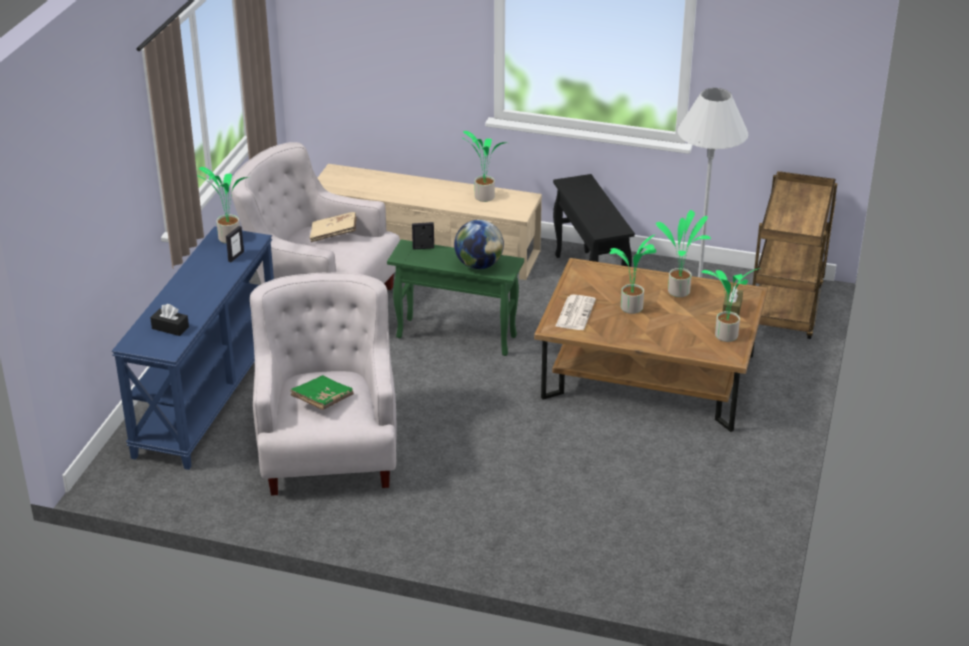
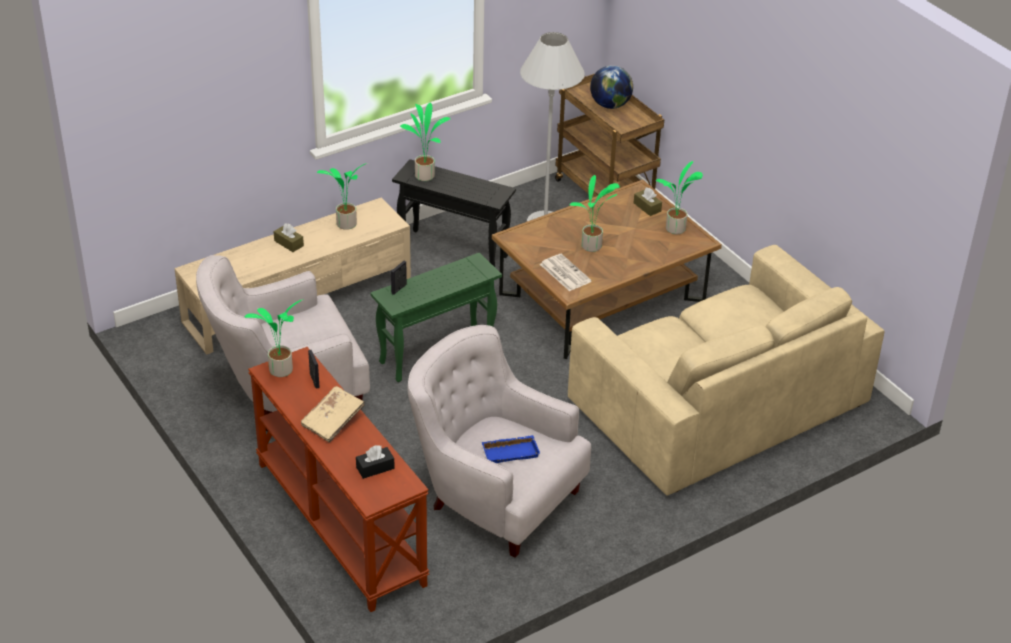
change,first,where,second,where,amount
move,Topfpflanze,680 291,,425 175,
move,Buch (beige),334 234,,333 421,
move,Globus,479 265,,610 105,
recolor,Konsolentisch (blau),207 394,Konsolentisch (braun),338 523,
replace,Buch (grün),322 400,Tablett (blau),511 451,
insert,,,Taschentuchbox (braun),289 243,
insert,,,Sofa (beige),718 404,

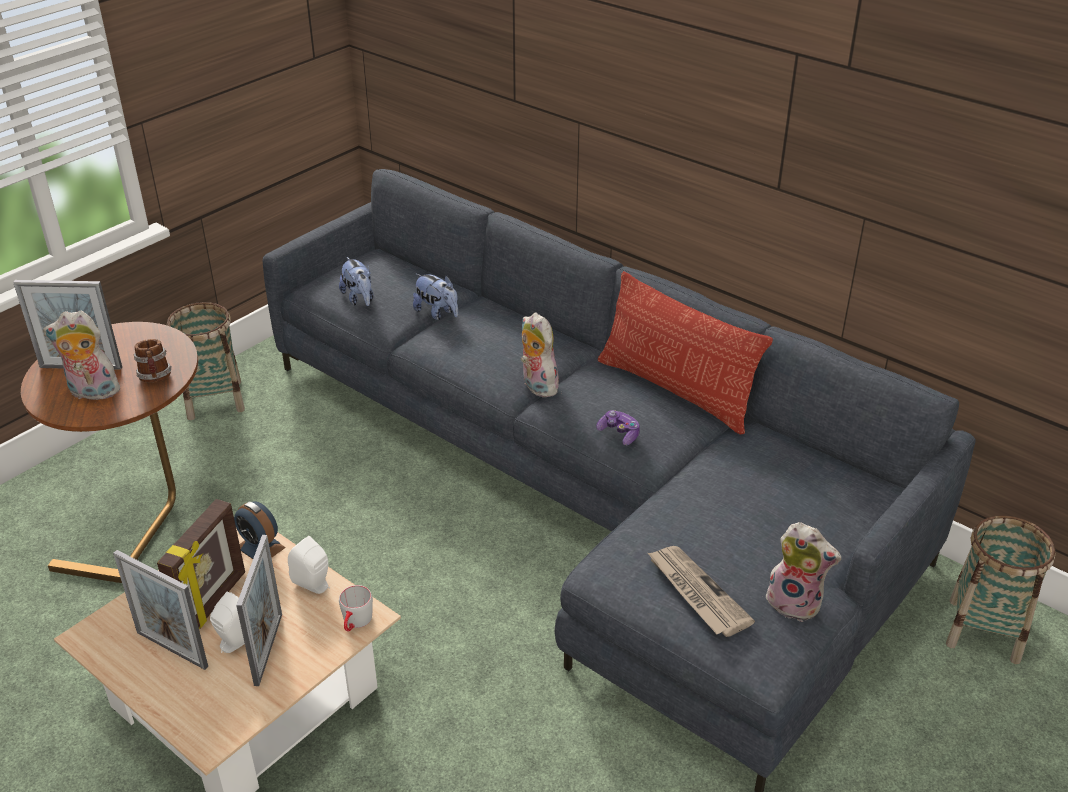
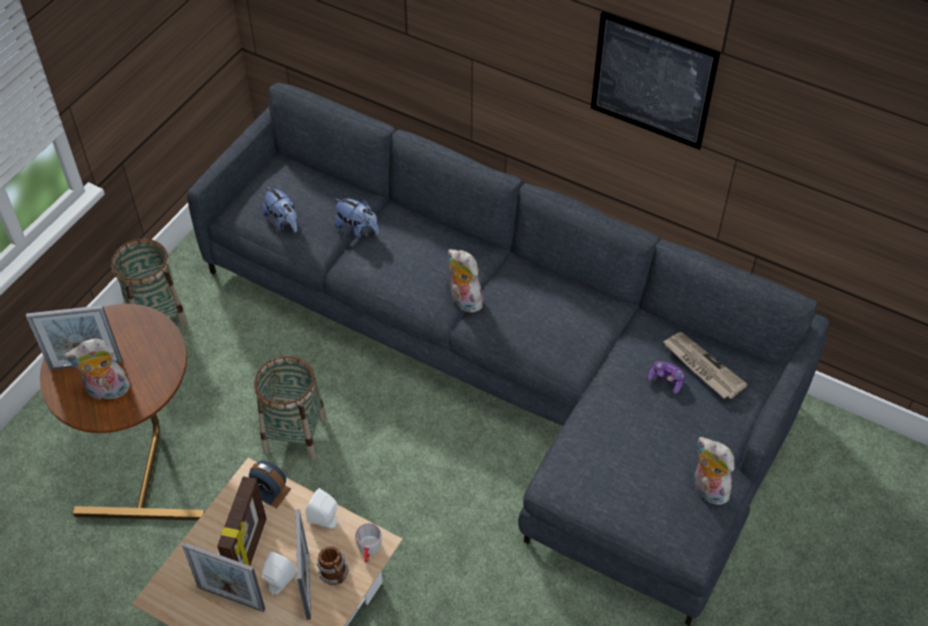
change,first,where,second,where,amount
delete,Kissen,676 390,,,
move,Henkelbecher,156 378,,335 575,
move,Gamepad,619 433,,666 380,
move,Korb,984 630,,295 434,
rotate,Plüschtier,795 603,,707 489,150 degrees counterclockwise
move,Zeitung,696 592,,702 367,
insert,,,Bild,652 81,

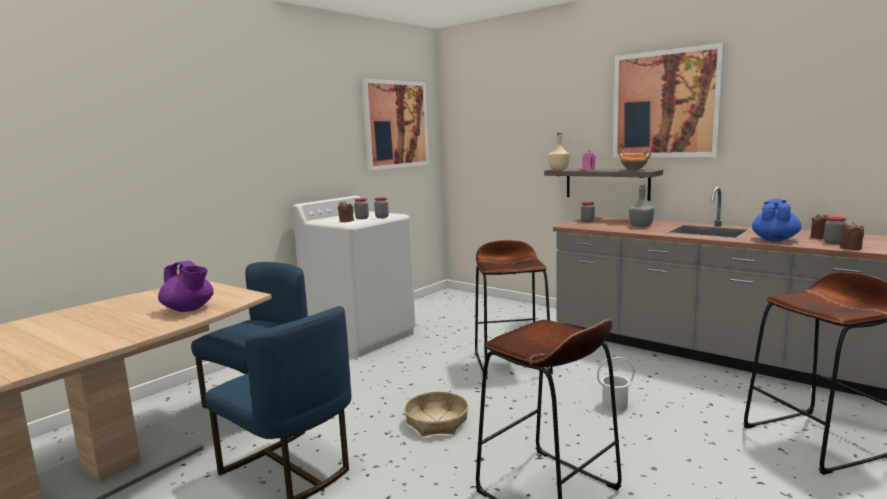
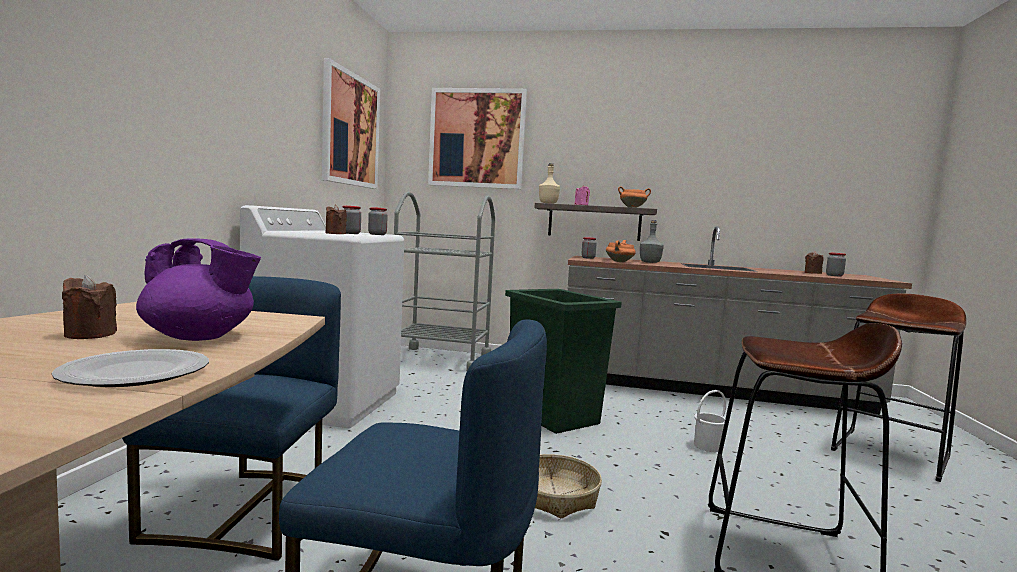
change,first,where,second,where,amount
move,Bild,665 104,,477 138,
delete,Teekanne (blau),774 239,,,
move,Kerze (braun),850 248,,90 334,
replace,Hocker (braun),512 363,Mülleimer (grün),553 415,
insert,,,Rollwagen (grau),440 359,
insert,,,Kochtopf (orange),619 262,
insert,,,Teller,137 373,

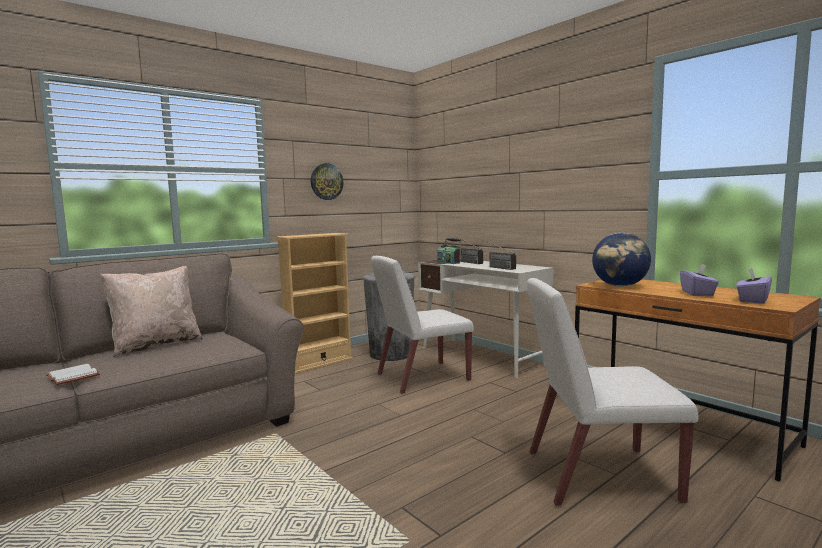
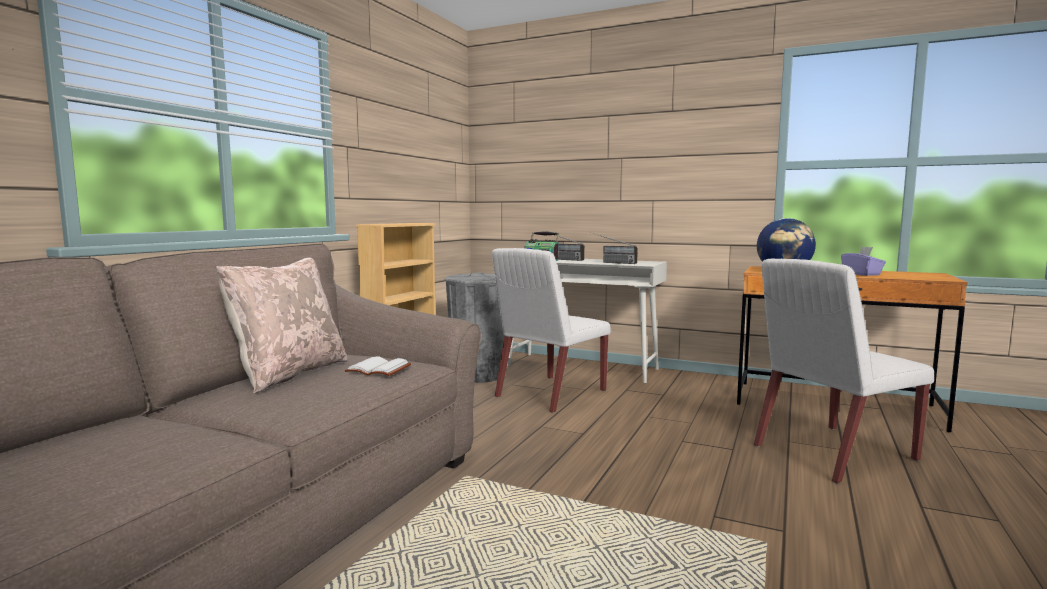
change,first,where,second,where,amount
delete,Wanduhr,326 181,,,
delete,Taschentuchbox (lila),752 300,,,
move,Buch (weiß),74 376,,380 369,

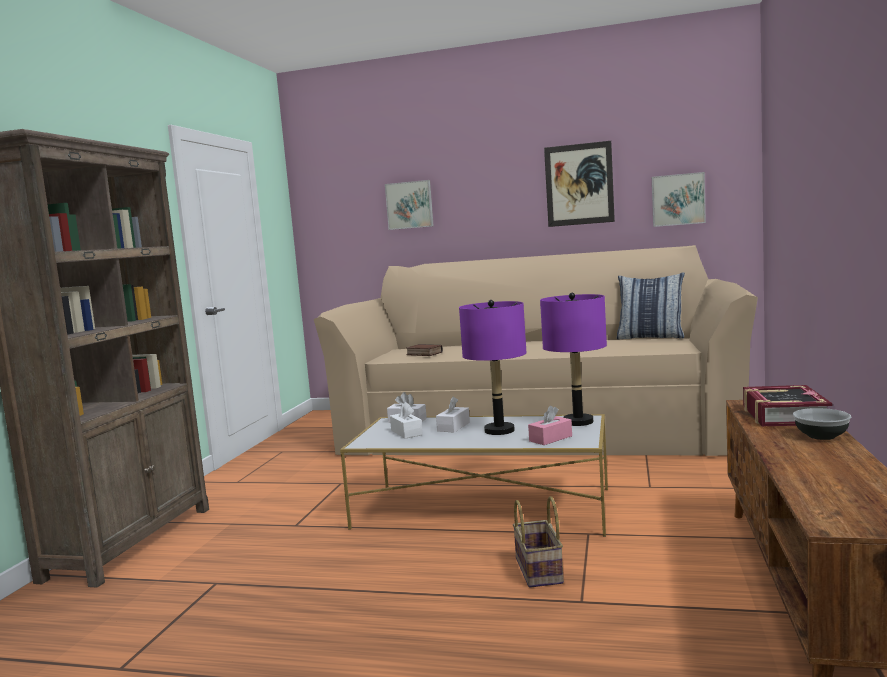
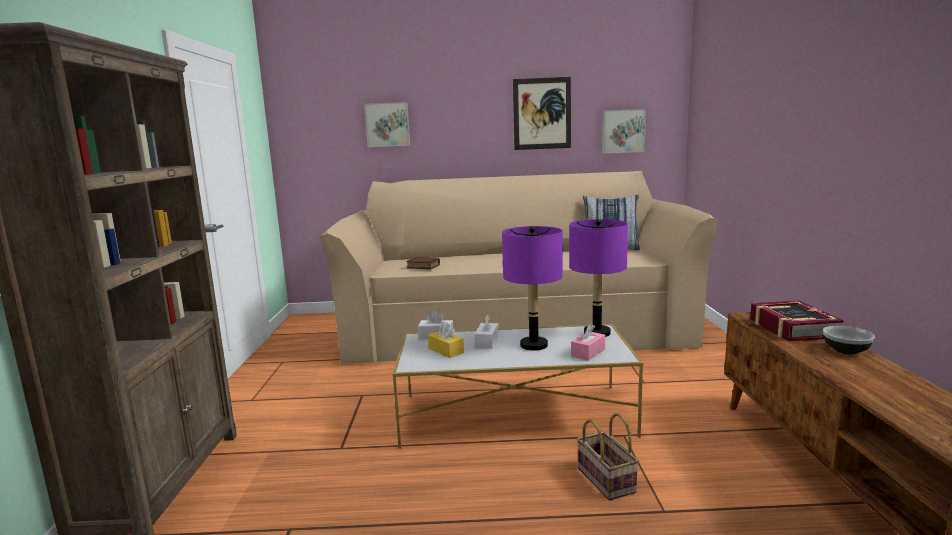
change,first,where,second,where,amount
recolor,Taschentuchbox (weiß),406 432,Taschentuchbox (gelb),446 350,

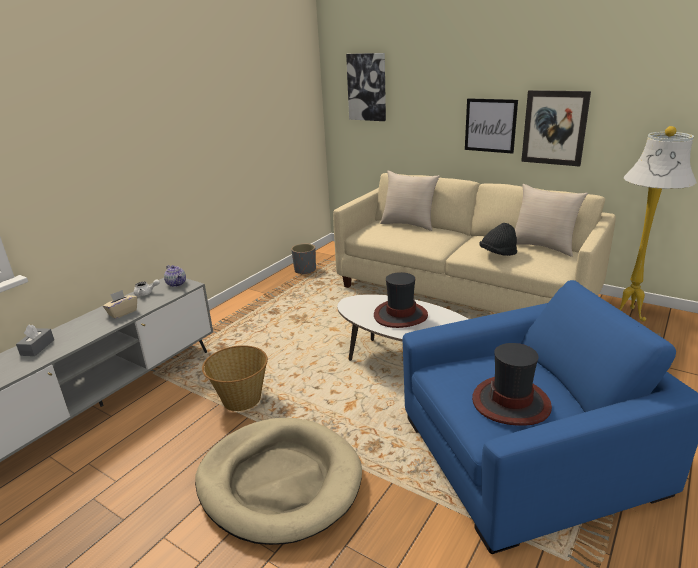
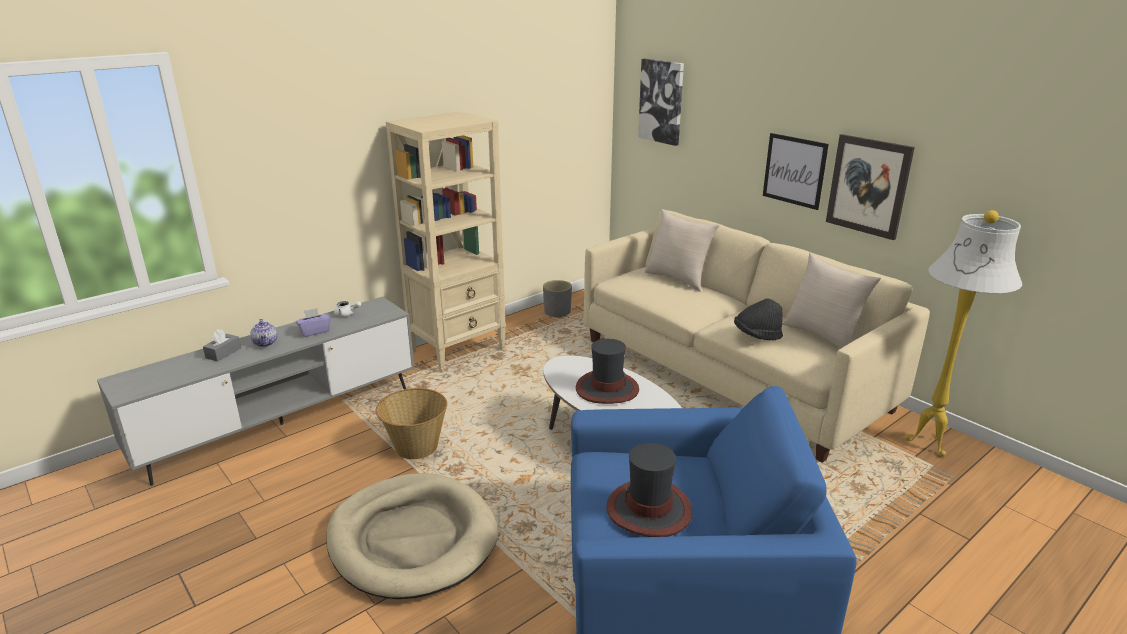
change,first,where,second,where,amount
move,Teekanne,177 284,,266 343,
recolor,Taschentuchbox (beige),122 312,Taschentuchbox (lila),314 331,
insert,,,Bücherregal (beige),458 350,

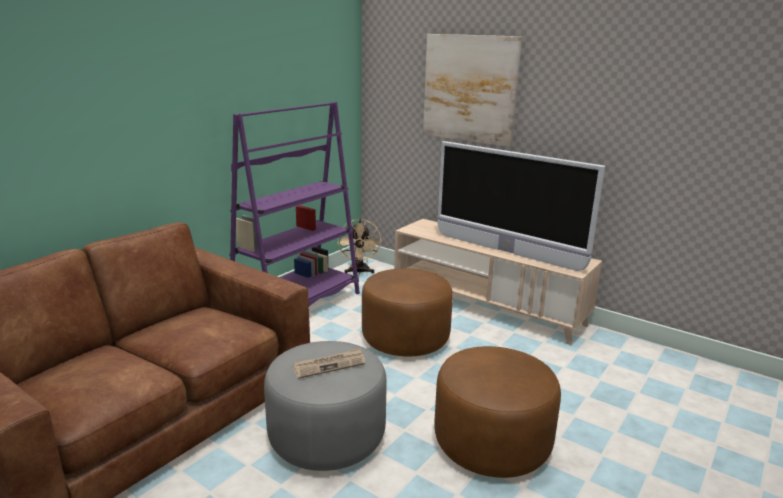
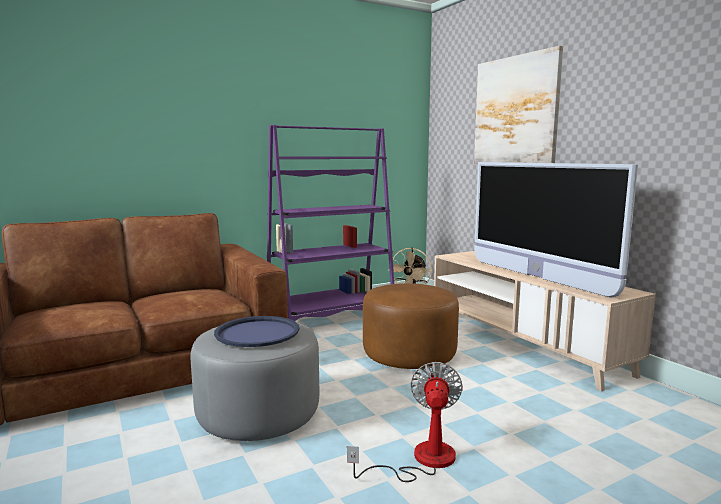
change,first,where,second,where,amount
replace,Polsterhocker (braun),492 443,Ventilator,421 460,
replace,Zeitung,329 365,Tablett (blau),257 332,

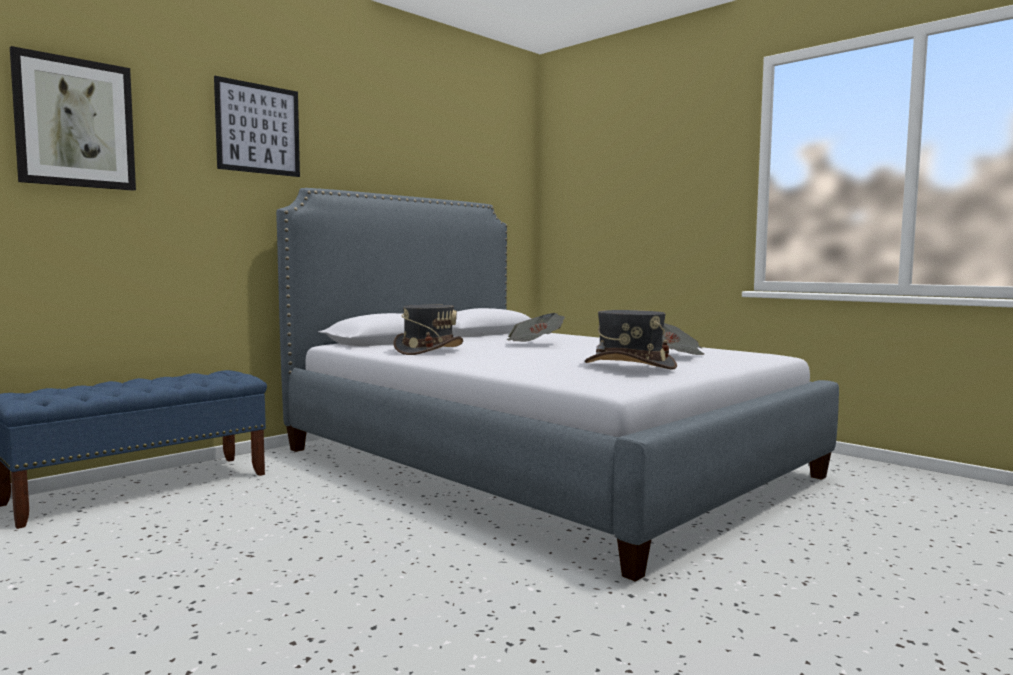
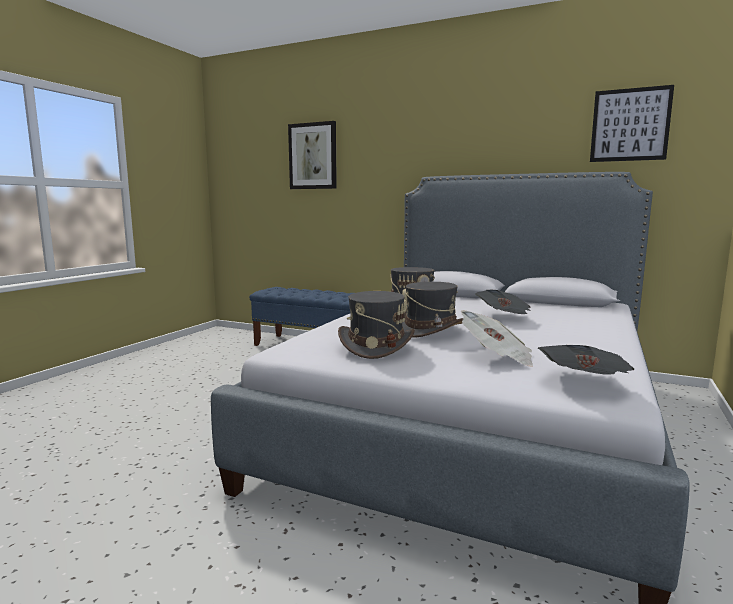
change,first,where,second,where,amount
move,Bild,258 129,,630 125,
insert,,,Hut (grau),430 329,
insert,,,Zeitung,584 384,

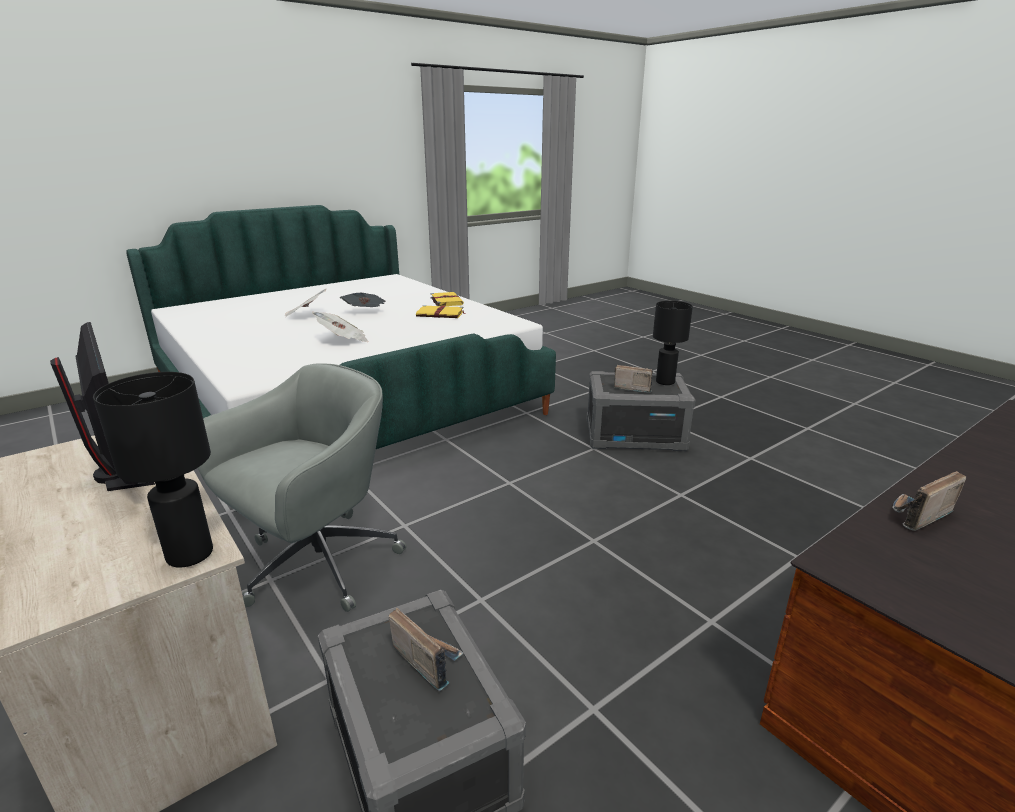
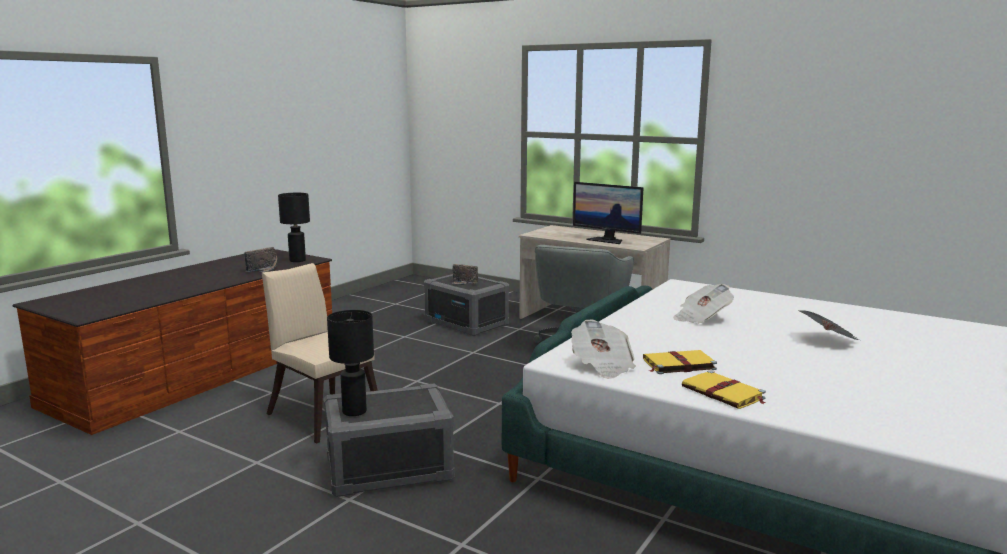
change,first,where,second,where,amount
move,Zeitung,365 312,,602 366,
delete,Radio,632 388,,,
move,Tischlampe (schwarz),191 554,,297 260,
insert,,,Stuhl (beige),322 413,

